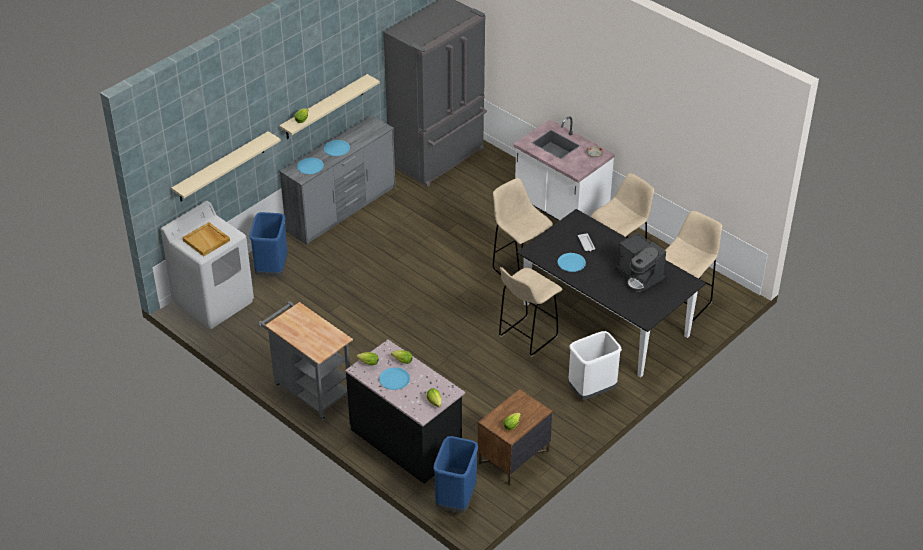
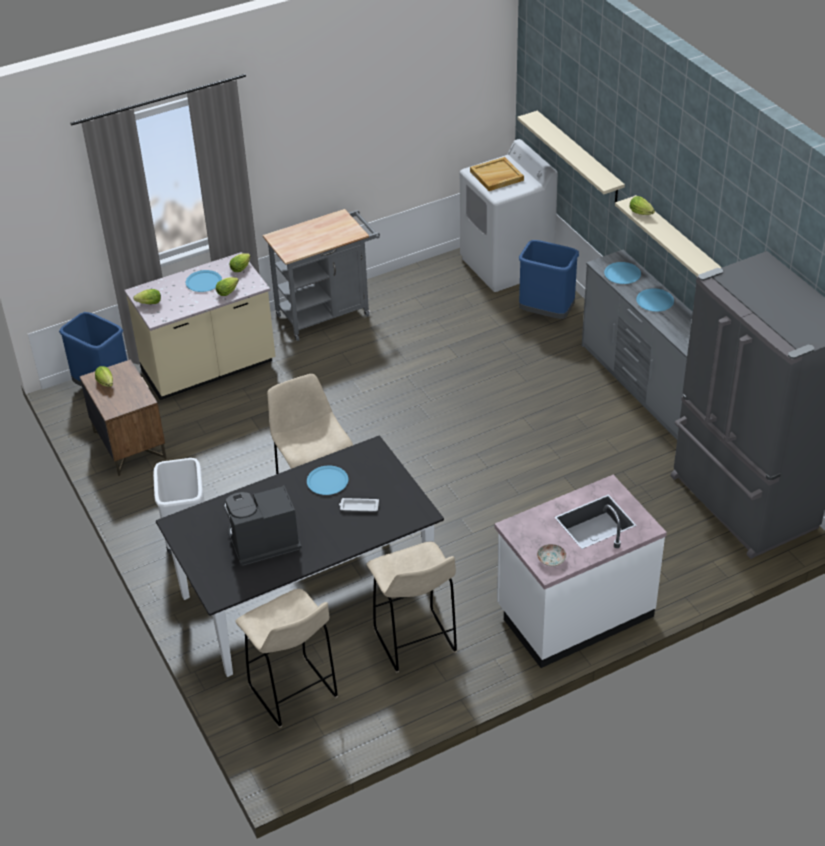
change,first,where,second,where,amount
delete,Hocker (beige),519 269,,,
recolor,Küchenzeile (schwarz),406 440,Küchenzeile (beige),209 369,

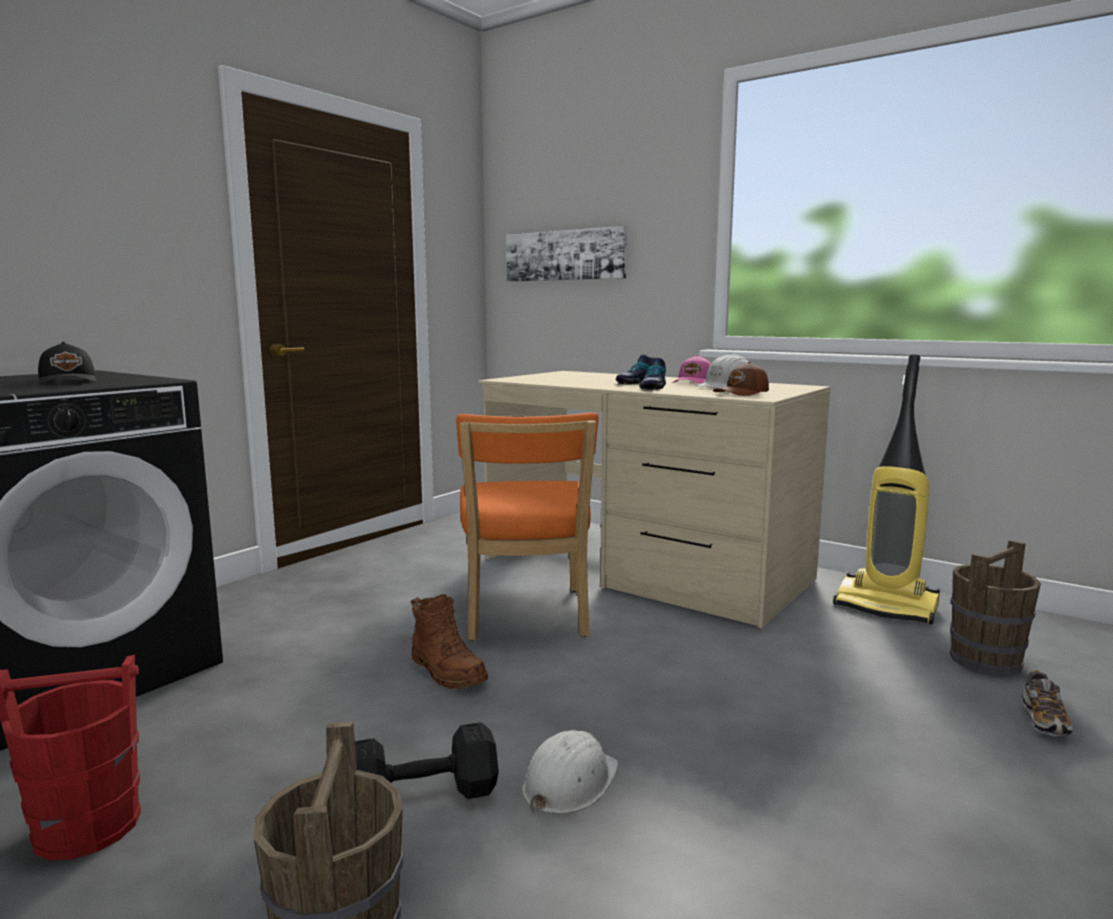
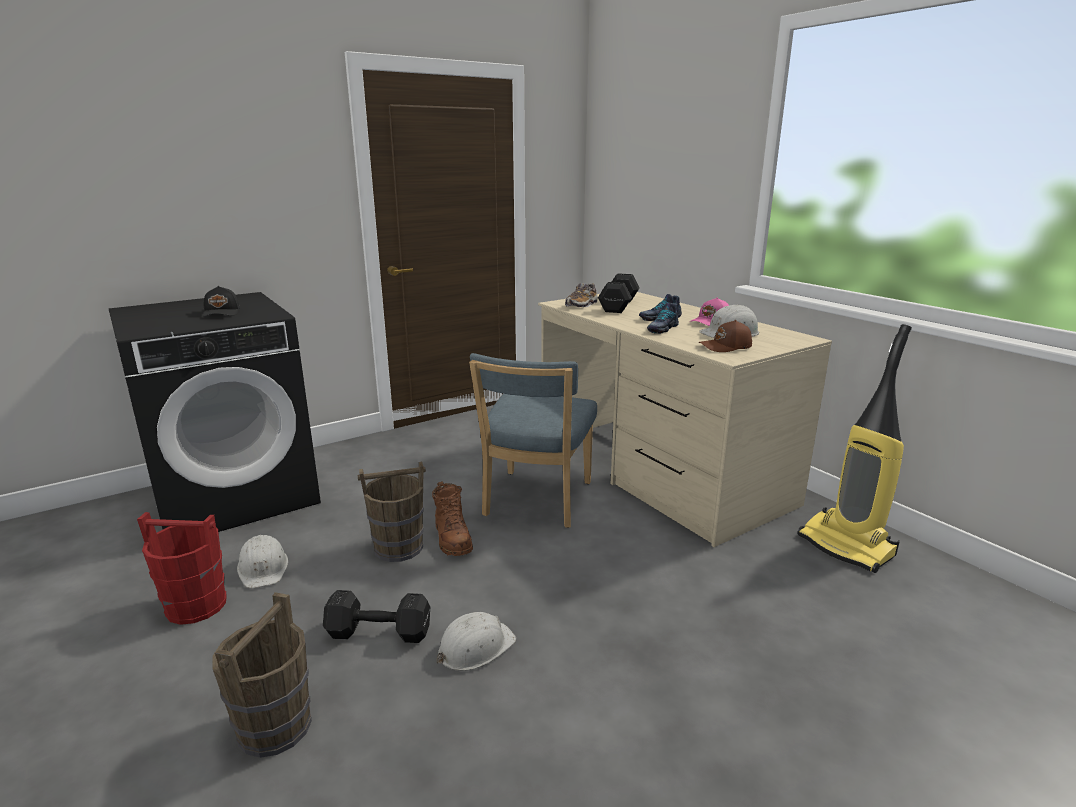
change,first,where,second,where,amount
delete,Bild,565 255,,,
recolor,Stuhl (orange),525 617,Stuhl (blau),535 502,
move,Eimer (braun),986 660,,399 547,
move,Schuh,1044 720,,581 305,
insert,,,Hantel (schwarz),619 305,
insert,,,Schutzhelm (weiß),263 568,

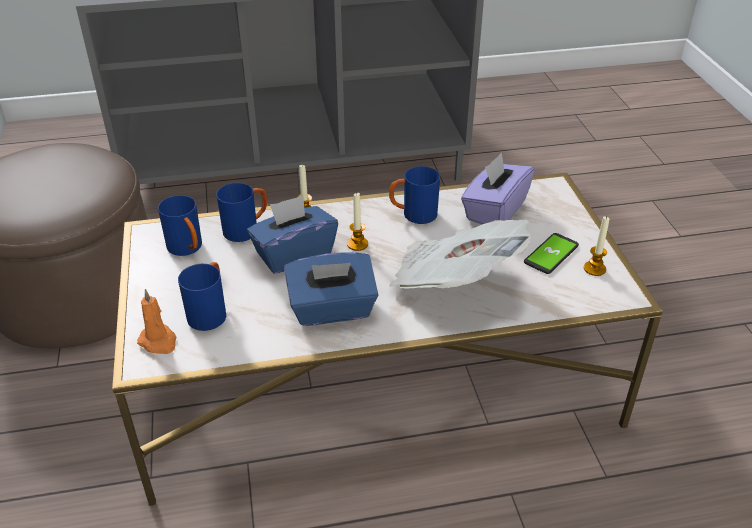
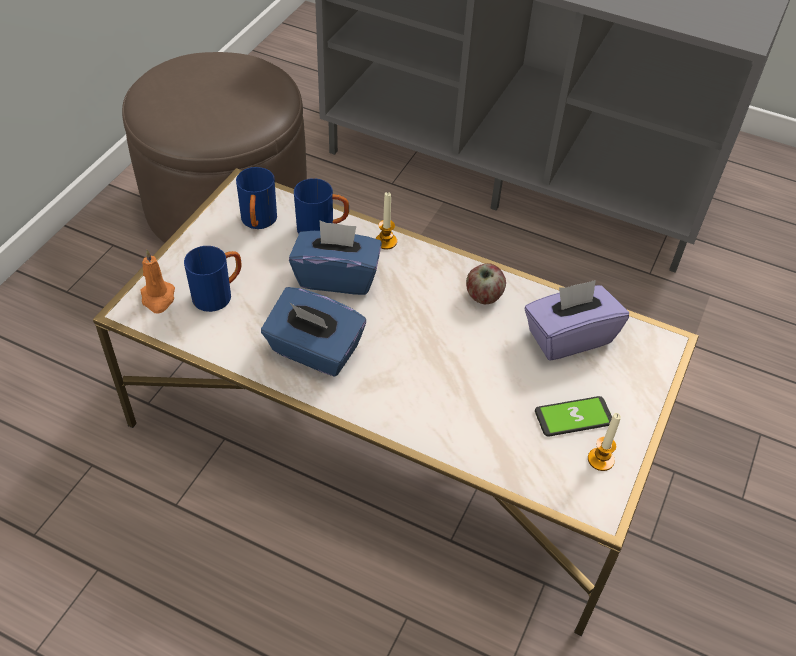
change,first,where,second,where,amount
replace,Henkelbecher (blau),413 215,Apfel,483 296,
delete,Kerze,357 244,,,
delete,Zeitung,454 281,,,

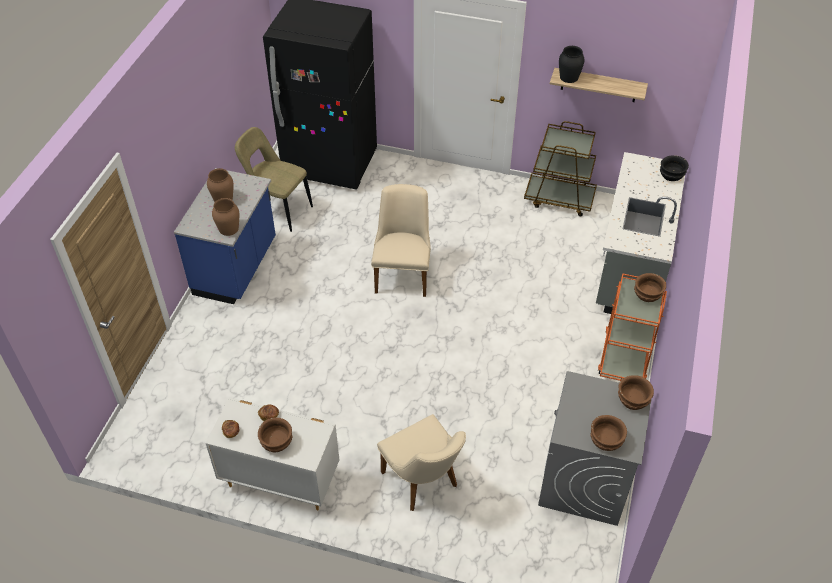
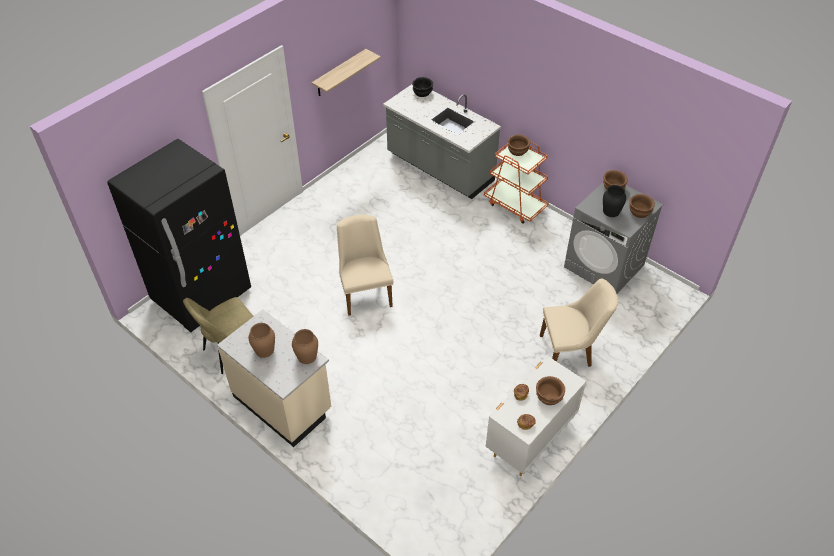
change,first,where,second,where,amount
move,Vase (schwarz),569 77,,611 211,
delete,Rollwagen (braun),559 199,,,
recolor,Küchenzeile (blau),236 268,Küchenzeile (beige),283 403,
rotate,Stuhl (beige),403 273,,365 292,45 degrees clockwise

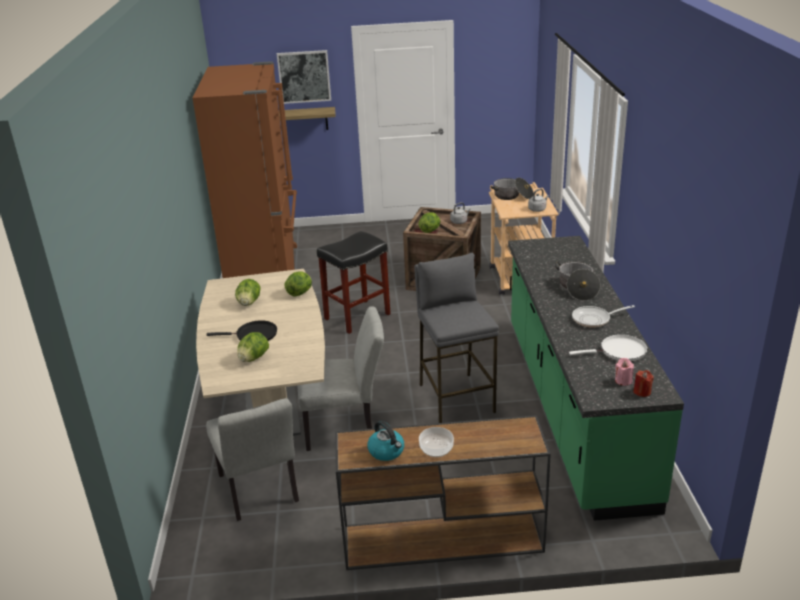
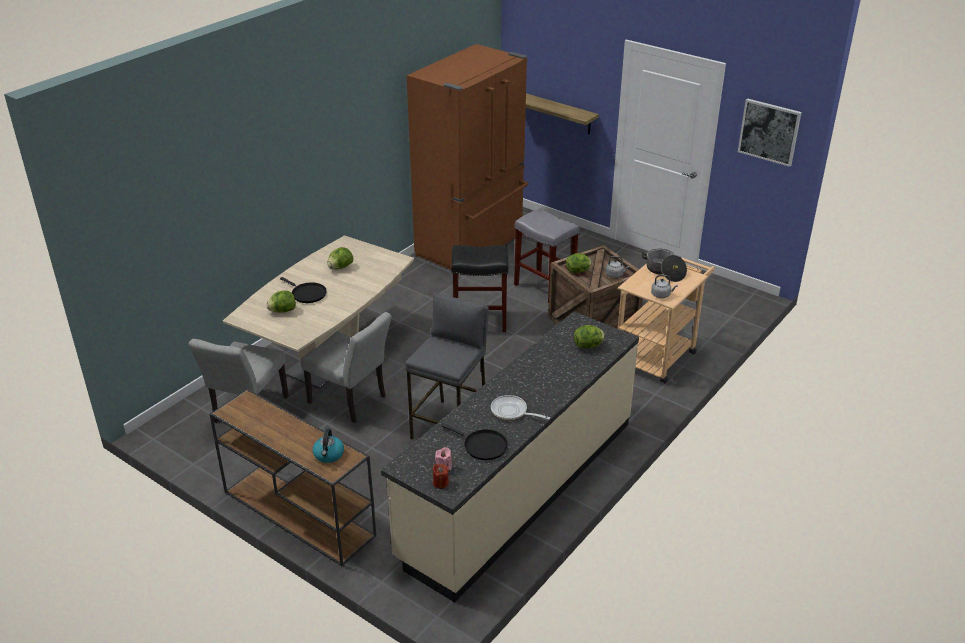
change,first,where,second,where,amount
move,Bild,304 76,,769 131,
recolor,Küchenzeile (grün),573 409,Küchenzeile (beige),518 488,
delete,Kochtopf,577 288,,,
move,Salatkopf,300 293,,588 346,
recolor,Pfanne (weiß),620 351,Pfanne (schwarz),482 446,
move,Wasserkessel,387 451,,329 455,
delete,Schüssel,436 449,,,
insert,,,Hocker (grau),545 287,

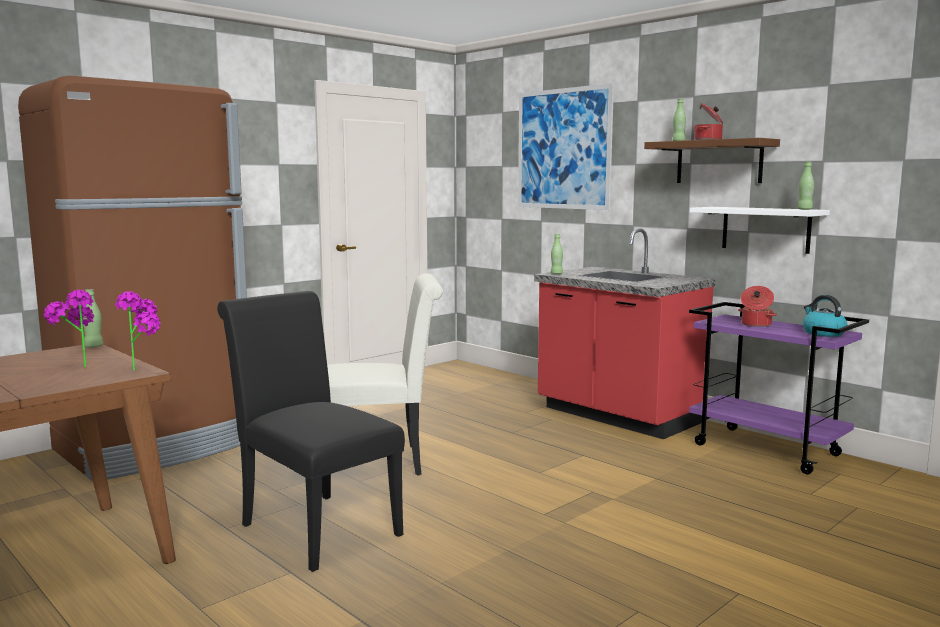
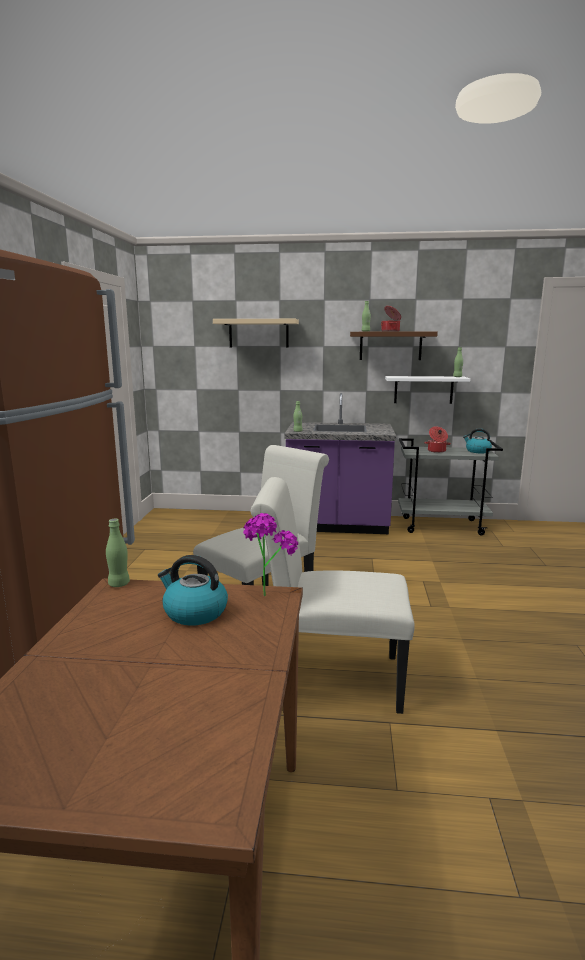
change,first,where,second,where,amount
replace,Bild,563 149,Wandregal (beige),258 333,
recolor,Küchenzeile (rot),617 416,Küchenzeile (lila),338 525,
replace,Topfpflanze,76 366,Wasserkessel,194 612,
recolor,Stuhl (schwarz),314 526,Stuhl (weiß),330 679,
recolor,Rollwagen (lila),768 450,Rollwagen (grau),442 526,

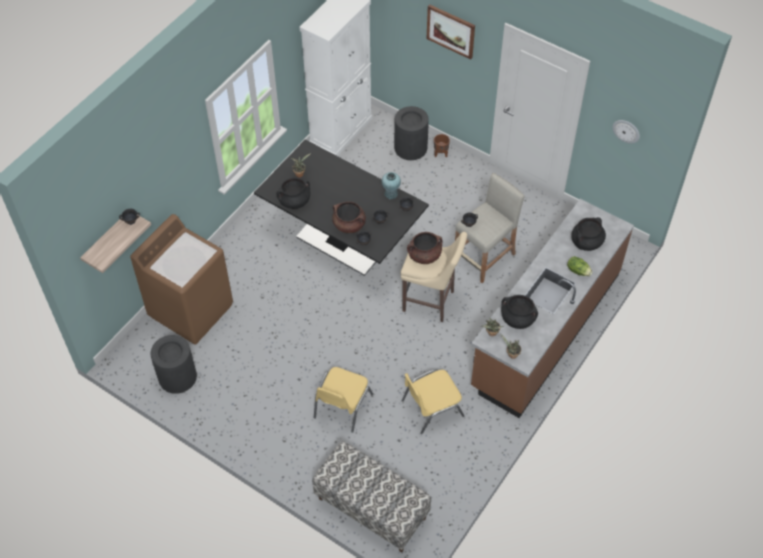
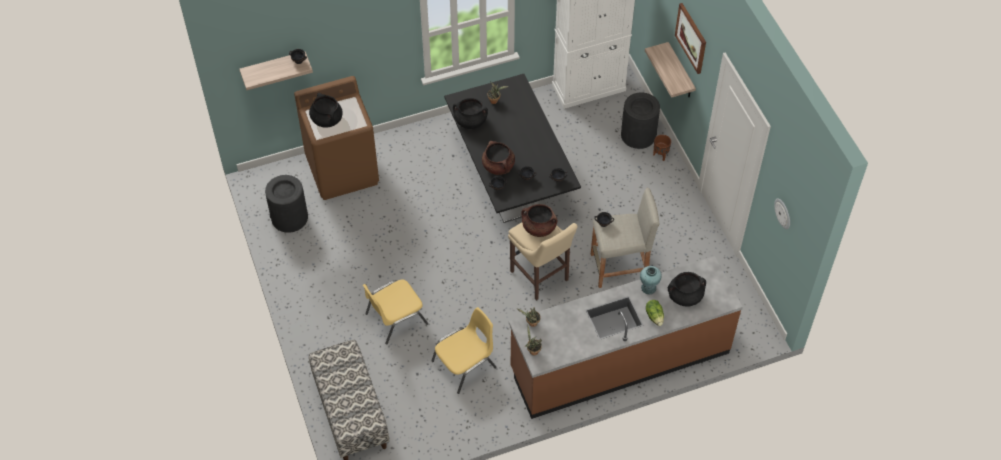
change,first,where,second,where,amount
move,Vase (türkis),391 194,,648 288,
move,Kochtopf (schwarz),517 319,,326 119,
rotate,Stuhl (gelb),431 408,,465 364,135 degrees clockwise
insert,,,Wandregal,680 72,

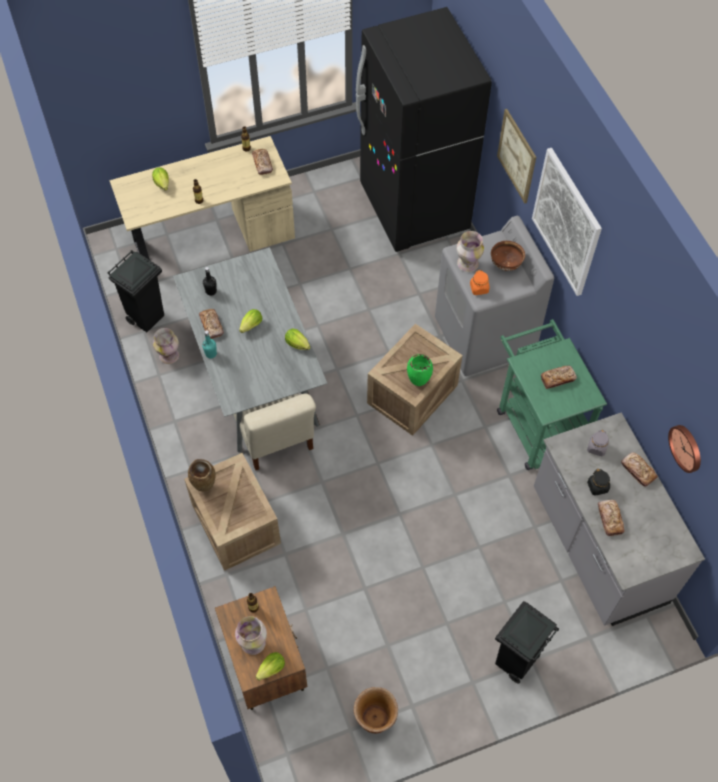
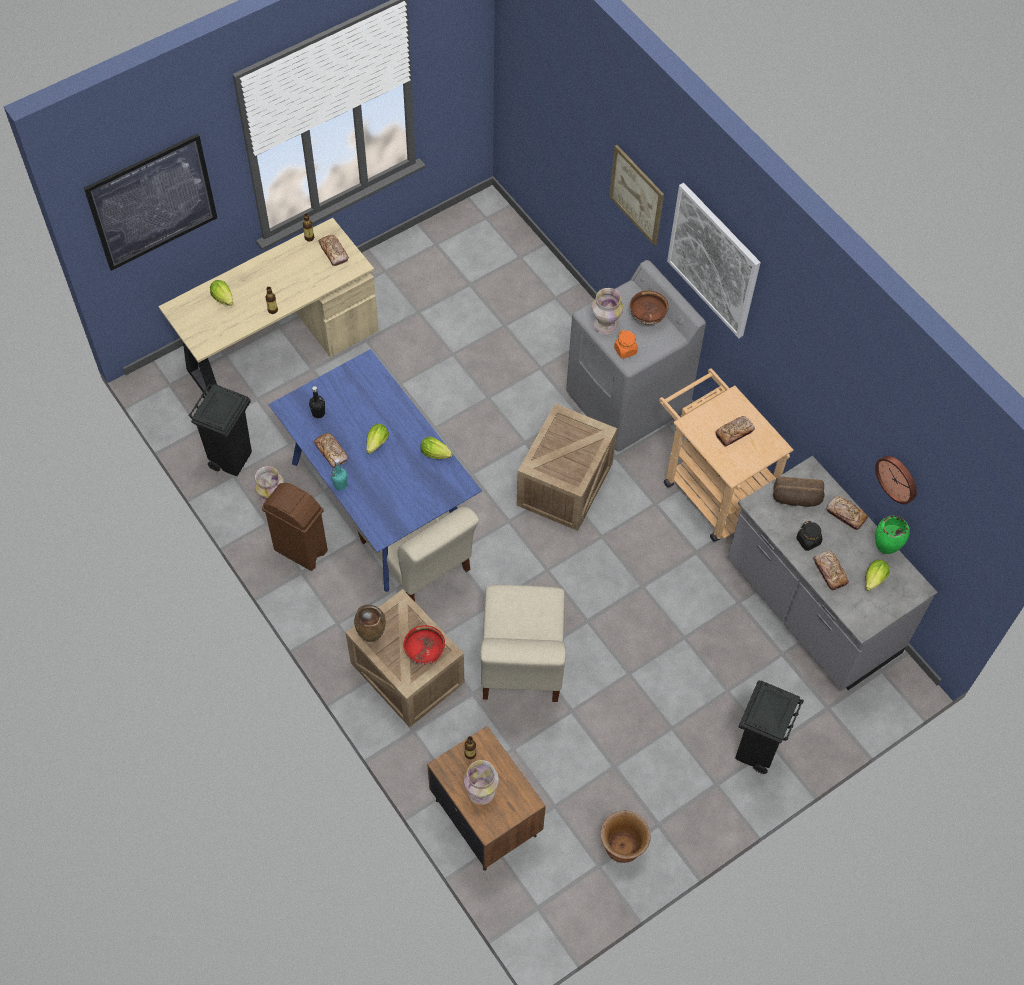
change,first,where,second,where,amount
delete,Kühlschrank (schwarz),414 208,,,
recolor,Esstisch (grau),256 377,Esstisch (blau),381 501,
recolor,Rollwagen (grün),536 423,Rollwagen (beige),710 488,
move,Vase (grün),418 383,,884 550,
replace,Vorratsglas (grau),596 448,Brot,796 499,
move,Salatkopf,270 670,,873 581,
insert,,,Bild,152 202,
insert,,,Mülleimer (braun),301 551,
insert,,,Stuhl (beige),521 662,
insert,,,Schüssel (rot),424 653,

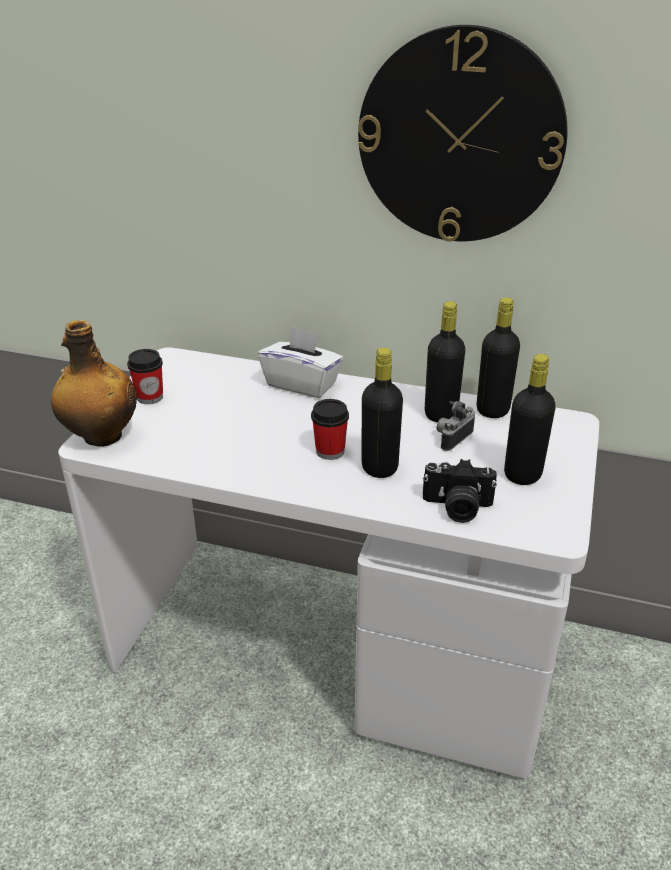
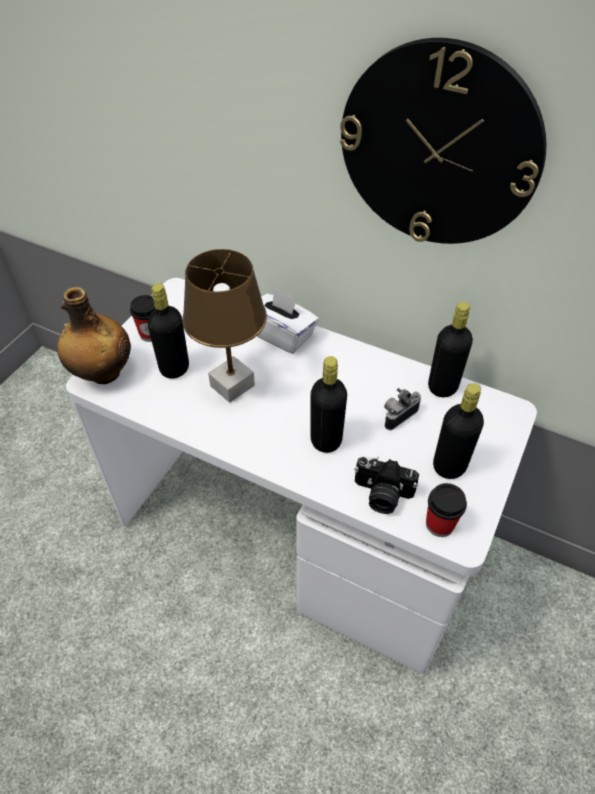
change,first,where,second,where,amount
move,Flasche (schwarz),441 414,,174 368,
move,Tasse,330 451,,439 524,
insert,,,Tischlampe (braun),232 386,

